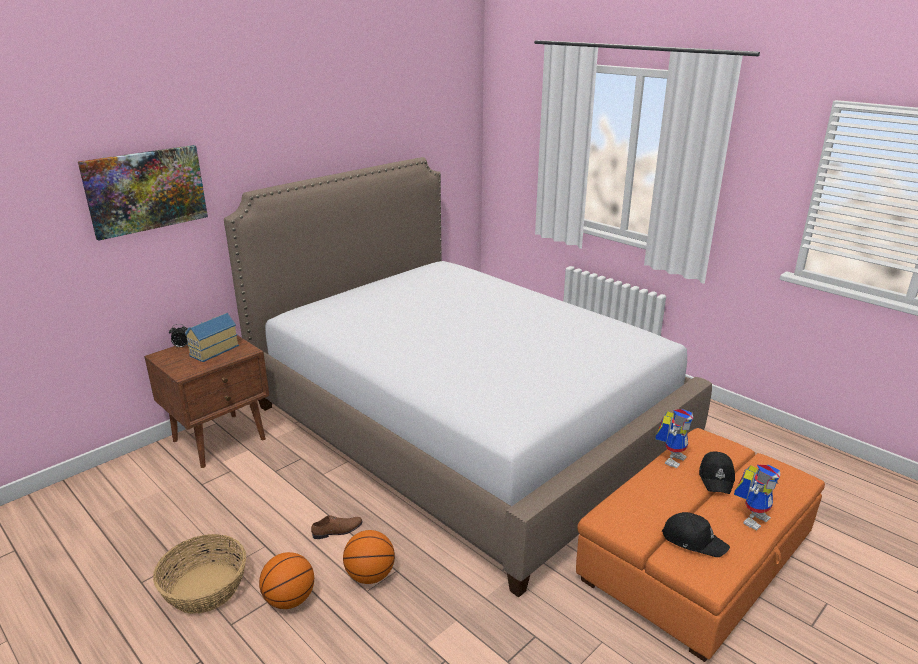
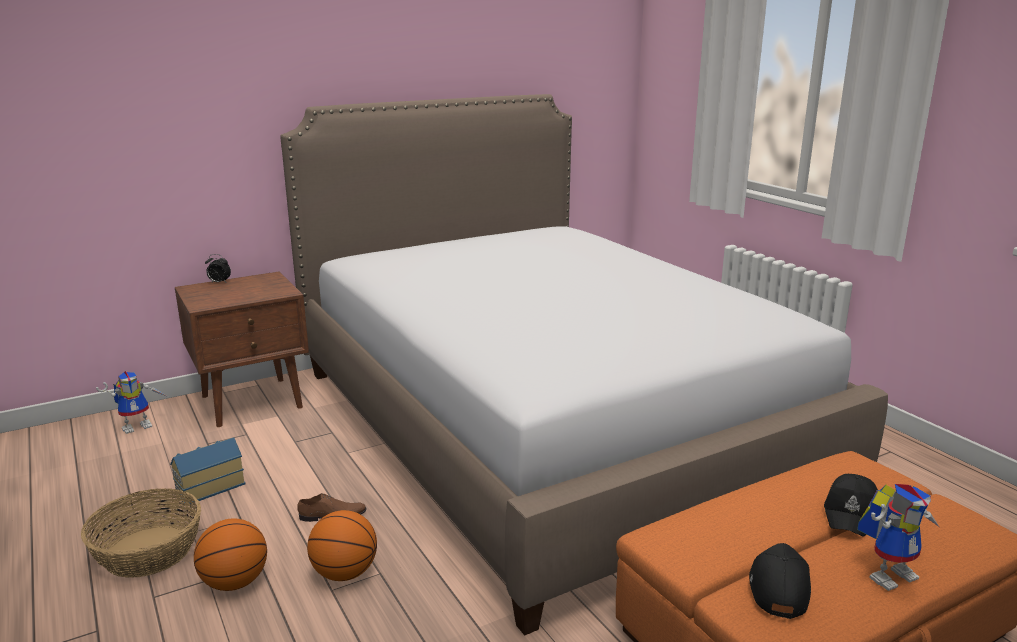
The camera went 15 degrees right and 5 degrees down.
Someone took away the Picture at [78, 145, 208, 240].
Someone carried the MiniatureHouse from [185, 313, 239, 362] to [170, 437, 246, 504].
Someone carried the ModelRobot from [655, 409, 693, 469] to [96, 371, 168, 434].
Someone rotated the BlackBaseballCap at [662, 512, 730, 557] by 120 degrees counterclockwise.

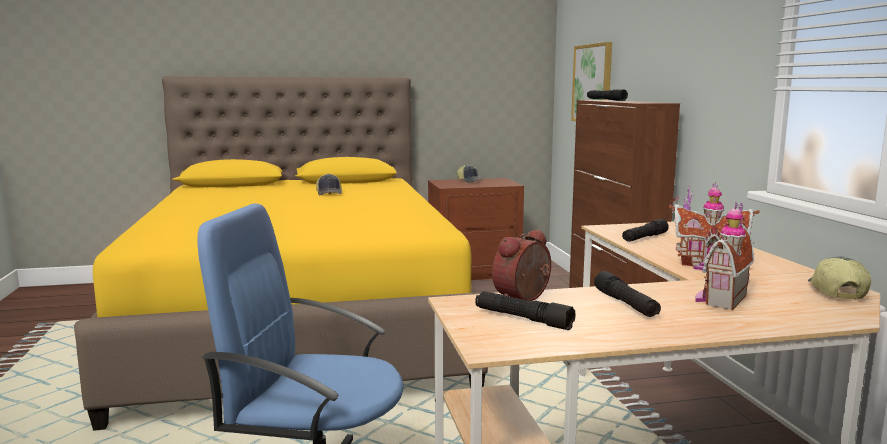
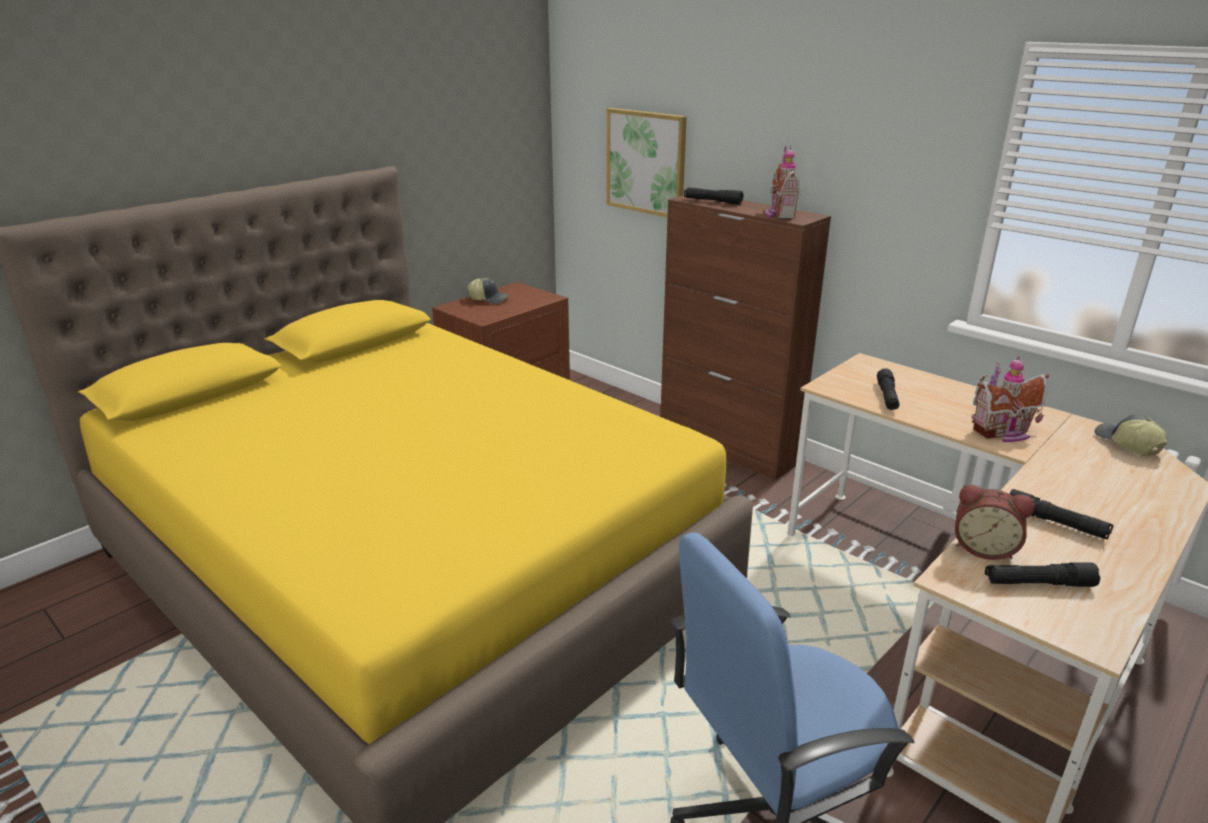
The camera went 35 degrees left and 15 degrees up.
Someone took away the BaseballCap at [316, 173, 342, 195].
Someone carried the MiniatureHouse from [695, 202, 754, 311] to [765, 145, 801, 219].
Someone rotated the TableClock at [492, 229, 551, 301] by 75 degrees counterclockwise.

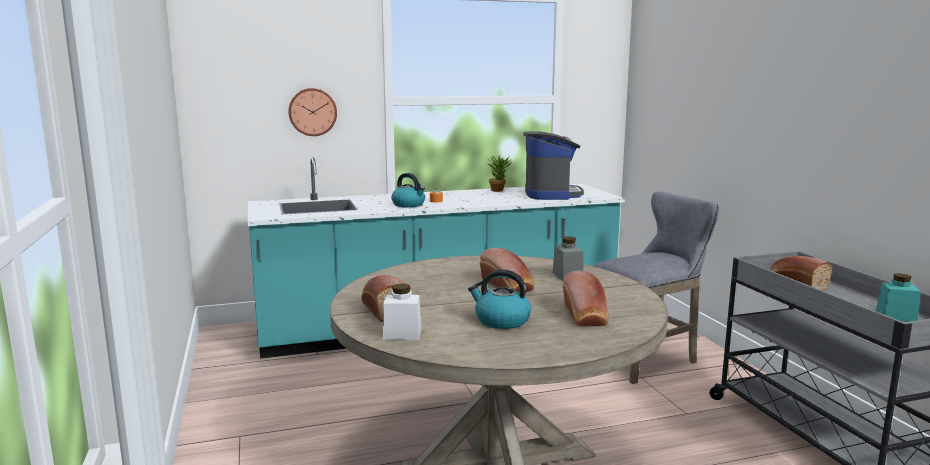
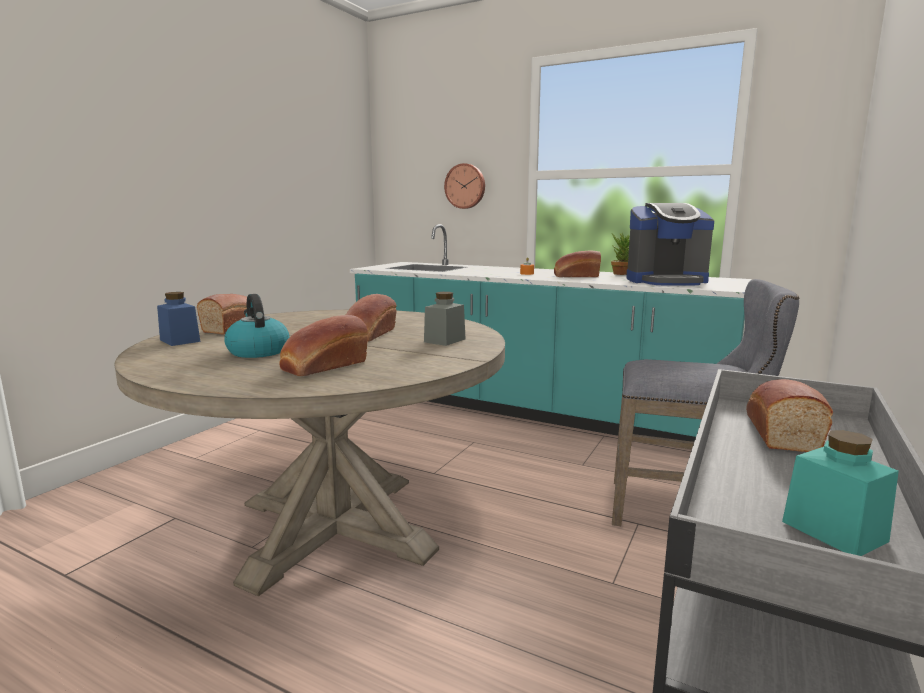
The camera went 45 degrees right and 0 degrees up.
Someone rotated the CoffeeMachine at [523, 131, 584, 200] by 45 degrees clockwise.
Someone took away the Kettle at [391, 173, 425, 208].
Someone repainted the WhiteColouredPreserveJar at [383, 283, 421, 340], which became the BluePreserveJar at [157, 292, 201, 346].
Someone put down the BakeryBread at [554, 251, 601, 277].

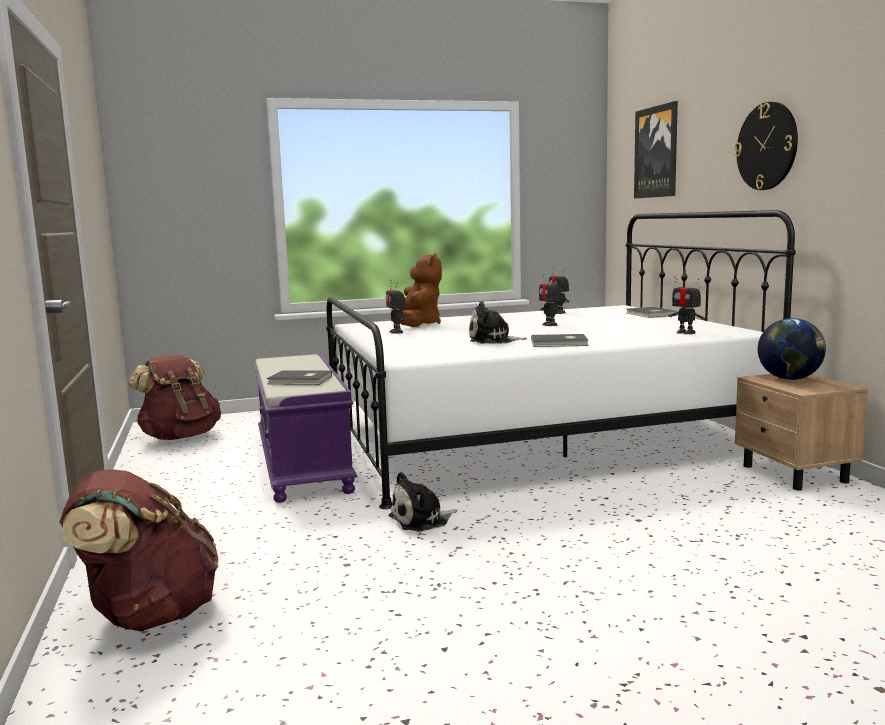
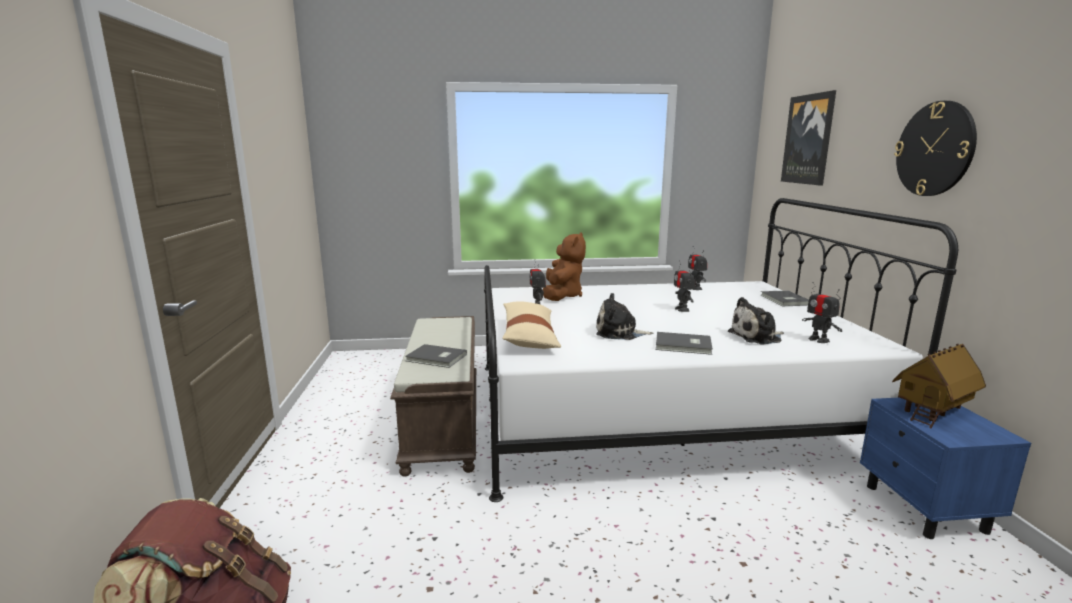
The camera went 10 degrees right and 5 degrees up.
Someone swapped the WorldGlobe at [758, 318, 826, 380] for the MiniatureHouse at [892, 344, 986, 428].
Someone repainted the PurplishLongSeat at [254, 354, 357, 503], which became the BrownishLongSeat at [390, 316, 476, 477].
Someone took away the BrownishKnapsack at [128, 355, 221, 440].
Someone repainted the BeigeNightstand at [735, 374, 868, 491], which became the BlueNightstand at [860, 398, 1031, 539].
Someone carried the PlushToy from [389, 472, 457, 532] to [728, 297, 784, 344].
Someone put down the BeigeCushion at [502, 301, 561, 349].

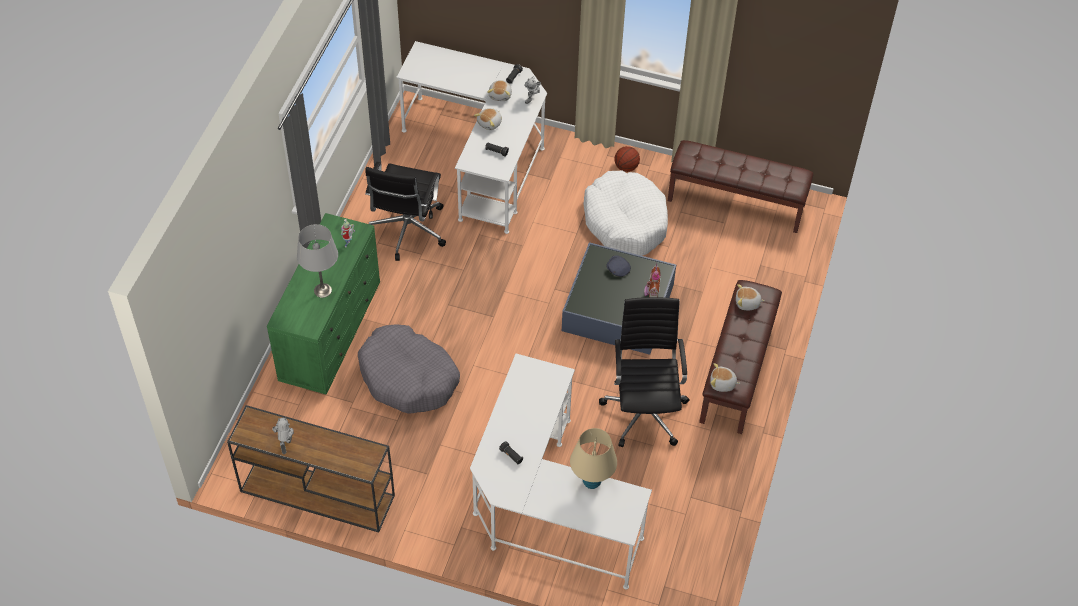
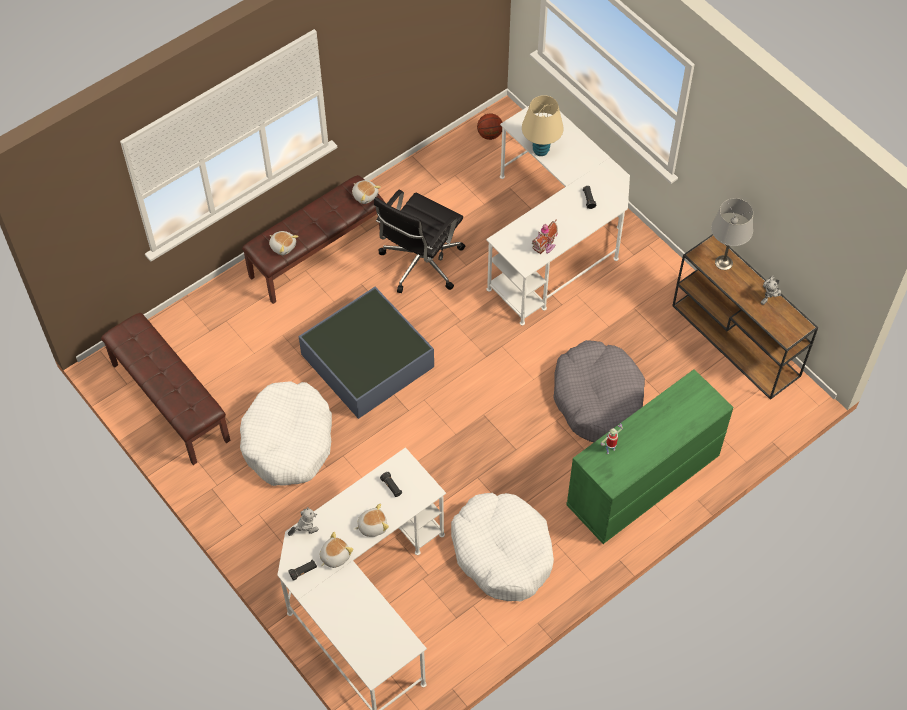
The camera went 145 degrees left and 5 degrees up.
Someone carried the BallForBasketball from [614, 146, 640, 172] to [477, 114, 502, 140].
Someone swapped the BlackComputerChair at [365, 162, 446, 261] for the WhiteColouredPetBed at [451, 493, 554, 602].
Someone carried the GrayTableLamp from [297, 224, 338, 298] to [711, 198, 753, 270].
Someone took away the GrayBaseballCap at [606, 255, 631, 277].
Someone carried the MiniatureHouse from [644, 263, 661, 297] to [532, 220, 558, 254].

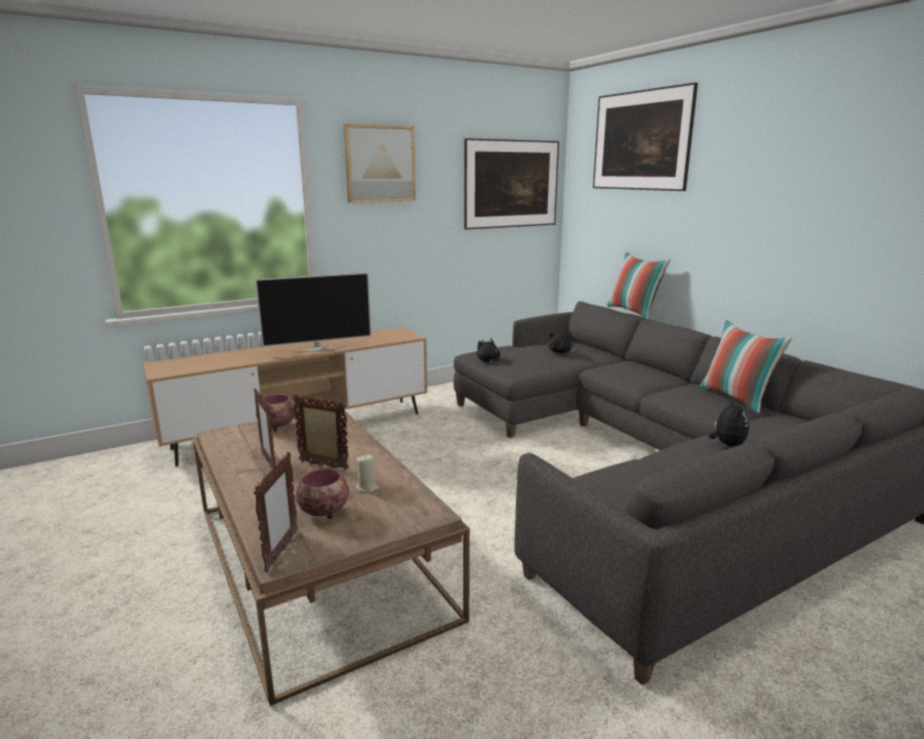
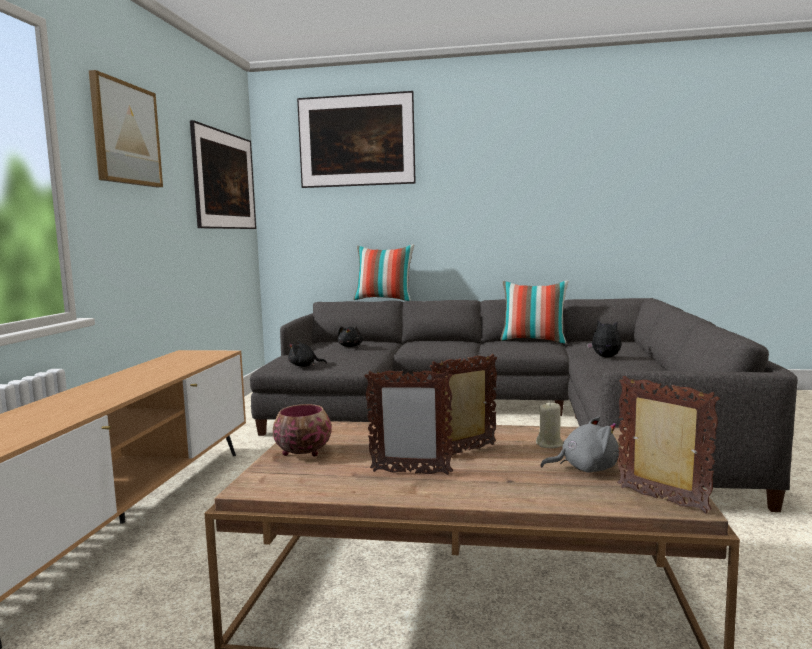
The camera went 50 degrees left and 10 degrees down.
Someone took away the TvSet at [255, 273, 372, 353].
Someone swapped the Bowl at [296, 468, 349, 519] for the GrayPlushToy at [541, 417, 619, 473].

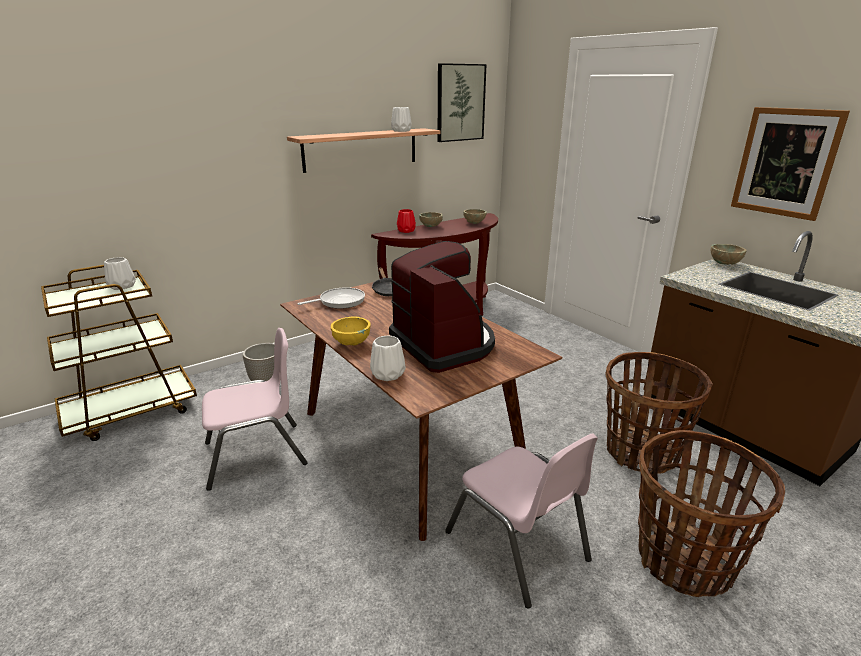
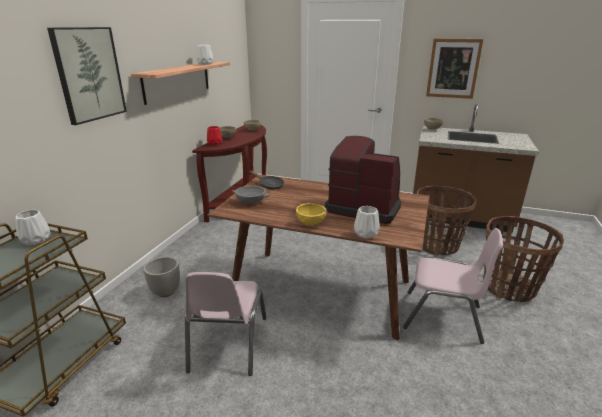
The camera went 35 degrees left and 0 degrees up.
Someone carried the Picture from [438, 63, 487, 142] to [47, 27, 127, 125].
Someone swapped the Skillet at [297, 287, 365, 309] for the GrayBowl at [232, 186, 270, 204].
Someone rotated the PinkishChair at [202, 328, 308, 491] by 150 degrees clockwise.

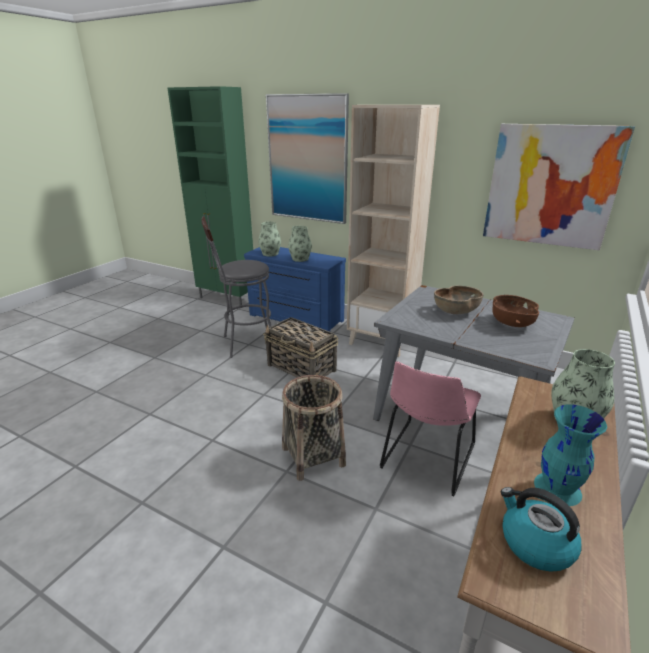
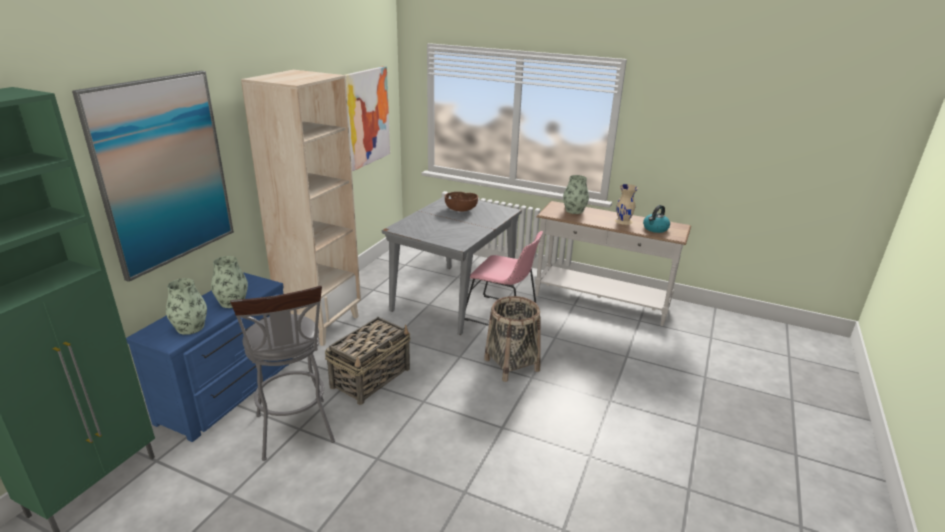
The camera went 95 degrees left and 0 degrees up.
Someone took away the BrownishBowl at [434, 286, 483, 314].
Someone repainted the TurquoiseColouredDecorativeVase at [534, 404, 607, 506], which became the BeigeDecorativeVase at [615, 184, 638, 225].

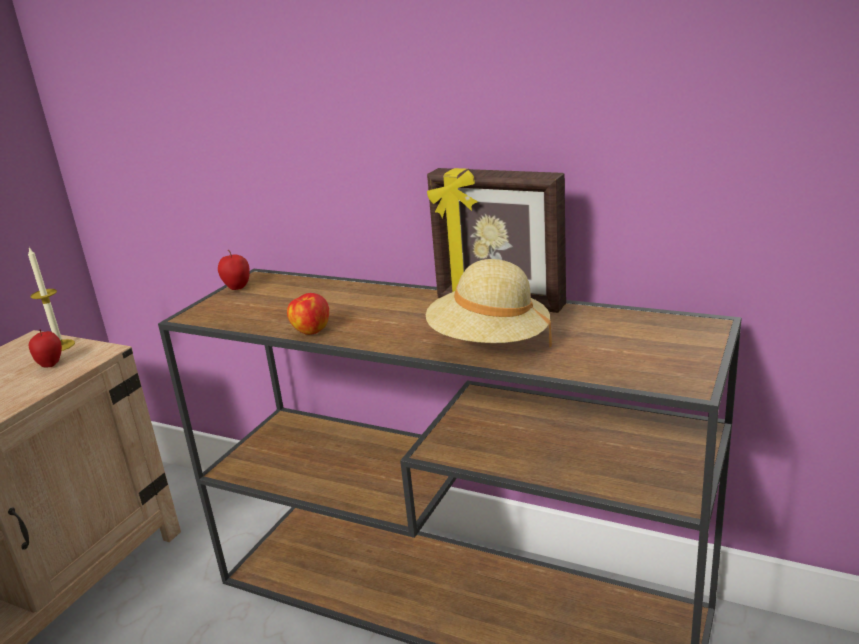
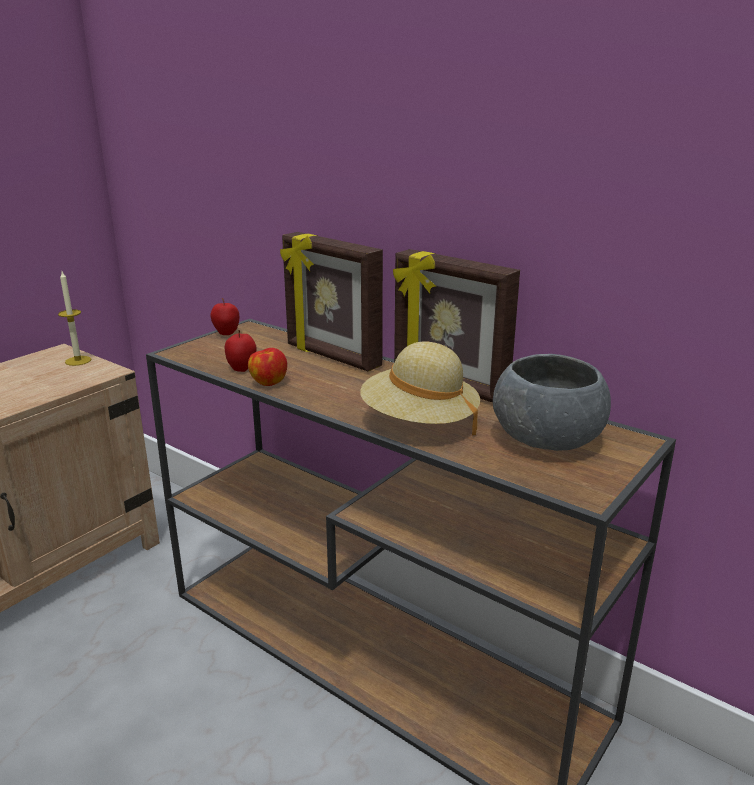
The camera went 10 degrees right and 0 degrees up.
Someone carried the AppleFruit from [29, 329, 62, 367] to [225, 330, 256, 372].
Someone put down the StandingFrame at [280, 232, 383, 371].
Someone put down the GrayBowl at [493, 354, 611, 451].

